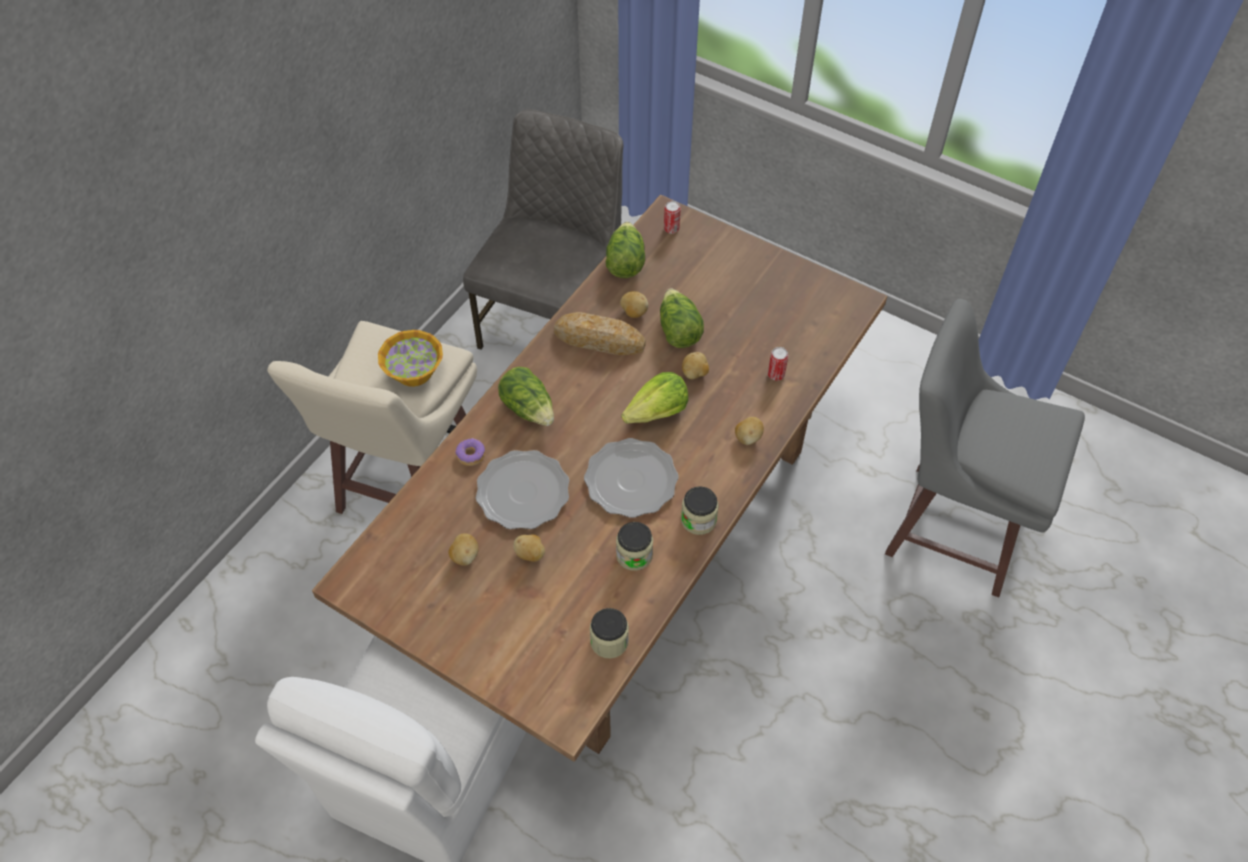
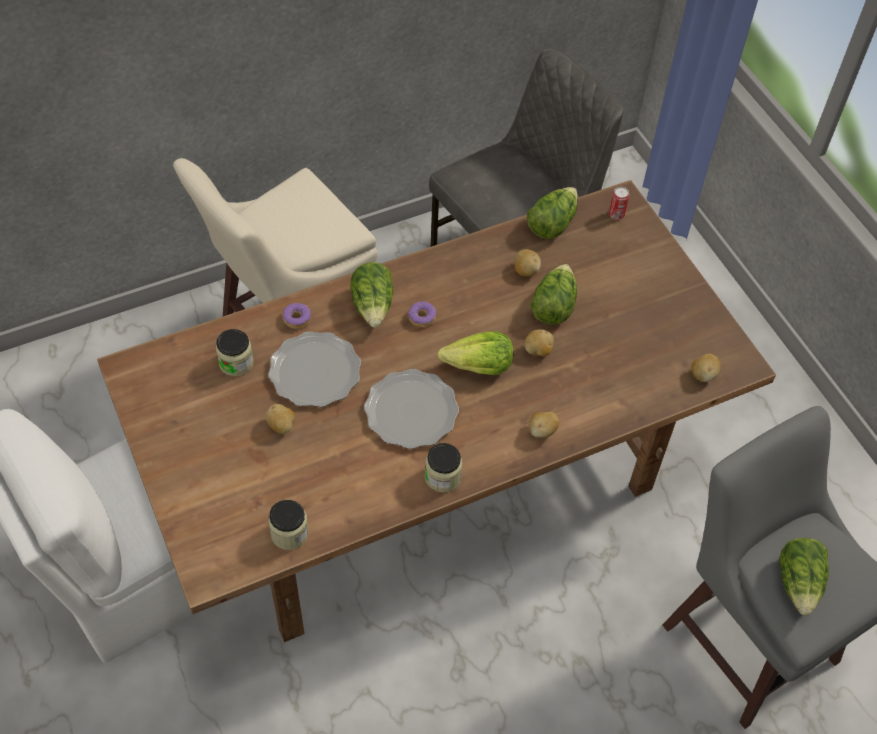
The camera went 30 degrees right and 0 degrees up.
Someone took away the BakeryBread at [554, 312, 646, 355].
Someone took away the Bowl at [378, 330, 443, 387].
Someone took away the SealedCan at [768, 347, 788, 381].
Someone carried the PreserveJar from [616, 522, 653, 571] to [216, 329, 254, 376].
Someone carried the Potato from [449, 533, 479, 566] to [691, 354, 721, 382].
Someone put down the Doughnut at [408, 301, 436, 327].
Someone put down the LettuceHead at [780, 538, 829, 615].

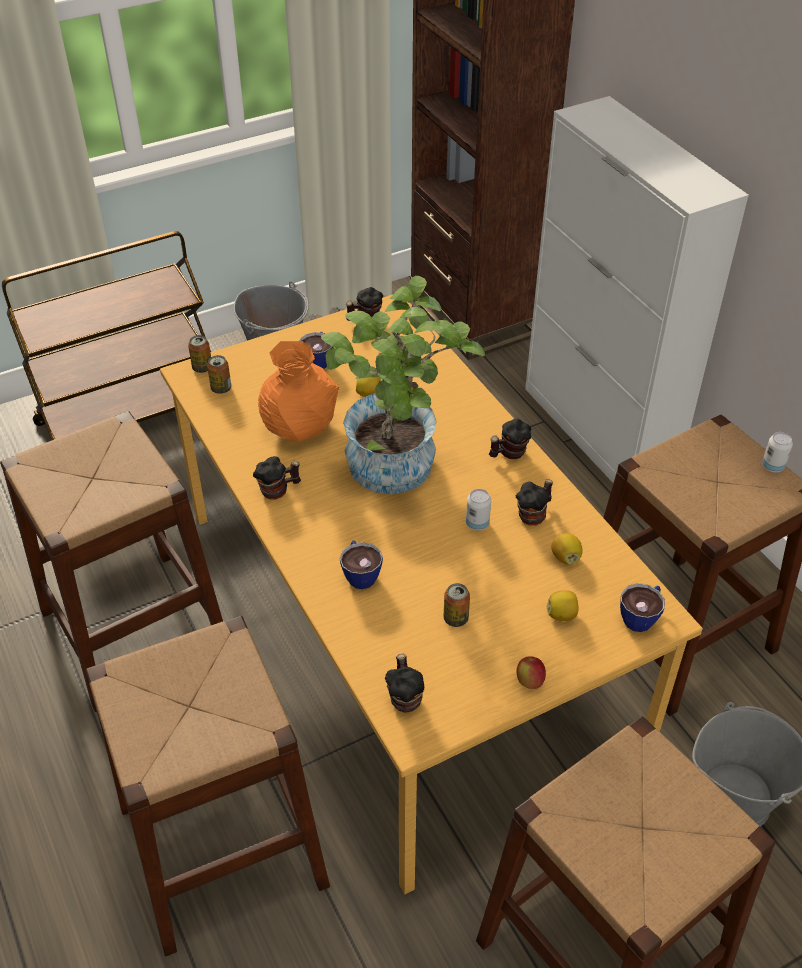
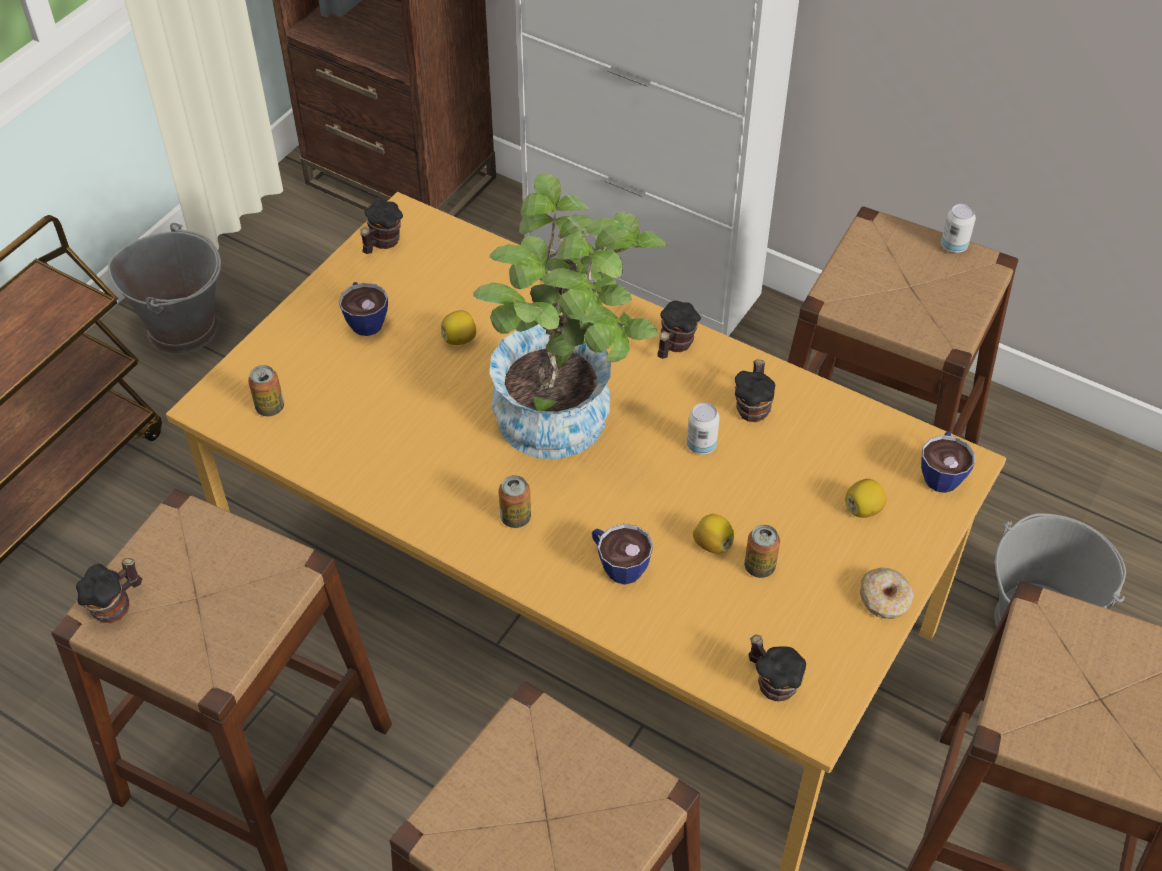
The camera went 30 degrees left and 5 degrees up.
Someone carried the SealedCan from [188, 335, 211, 373] to [499, 475, 531, 528].
Someone took away the OrangeyDecorativeVase at [258, 341, 339, 442].
Someone carried the Mug from [253, 456, 301, 499] to [76, 558, 142, 623].
Someone carried the Lemon from [551, 533, 582, 565] to [693, 514, 735, 554].
Someone swapped the AppleFruit at [516, 656, 546, 689] for the Doughnut at [860, 567, 914, 619].

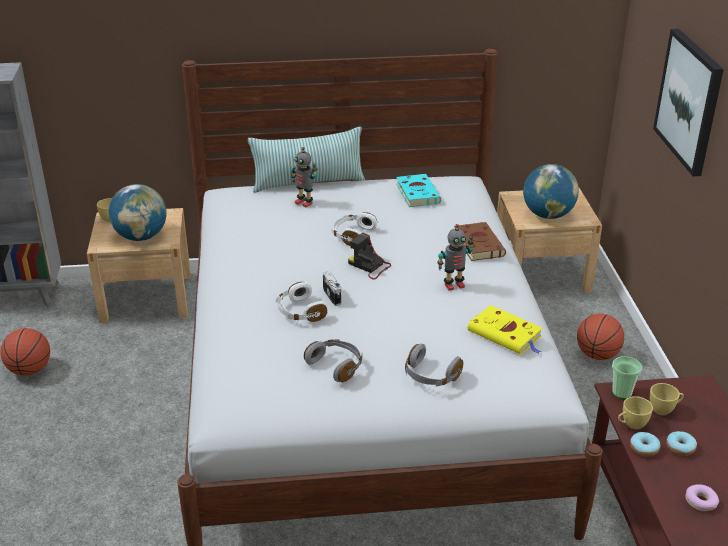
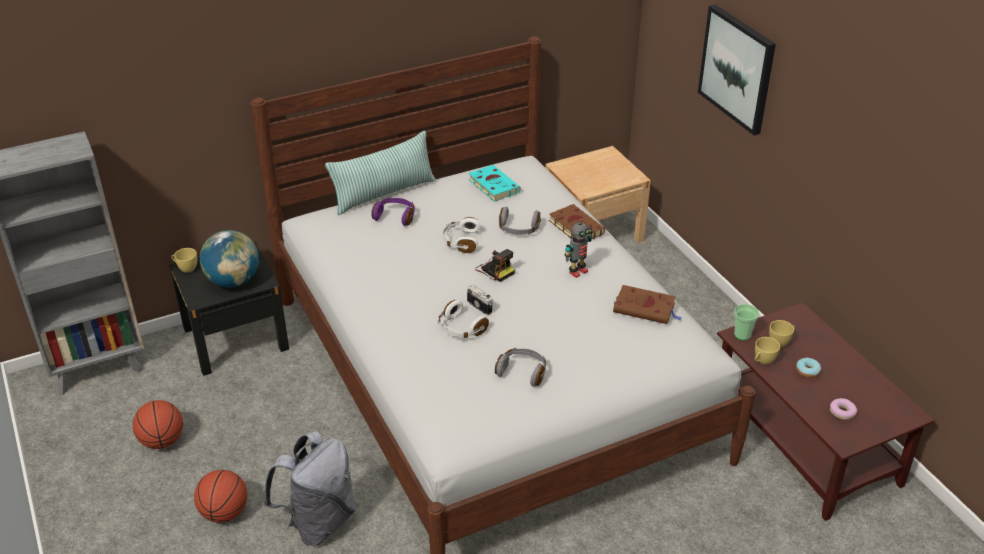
The camera went 20 degrees left and 5 degrees up.
Someone swapped the ModelRobot at [291, 147, 318, 208] for the PurplishPairOfHeadphones at [372, 198, 415, 226].
Someone took away the WorldGlobe at [523, 164, 579, 219].
Someone repainted the BeigeNightstand at [87, 208, 191, 323], which became the BlackNightstand at [169, 242, 289, 376].
Someone rotated the PhotoCamera at [348, 233, 391, 280] by 150 degrees counterclockwise.
Someone repainted the YellowishBoundBook at [468, 305, 543, 355], which became the BrownishBoundBook at [613, 285, 682, 324].
Someone carried the BallForBasketball from [577, 314, 624, 360] to [194, 470, 247, 523].
Someone carried the GrayPairOfHeadphones from [405, 344, 463, 387] to [499, 207, 541, 235].
Someone took away the Doughnut at [630, 432, 660, 457].
Someone put down the GrayKnapsack at [264, 431, 355, 546].

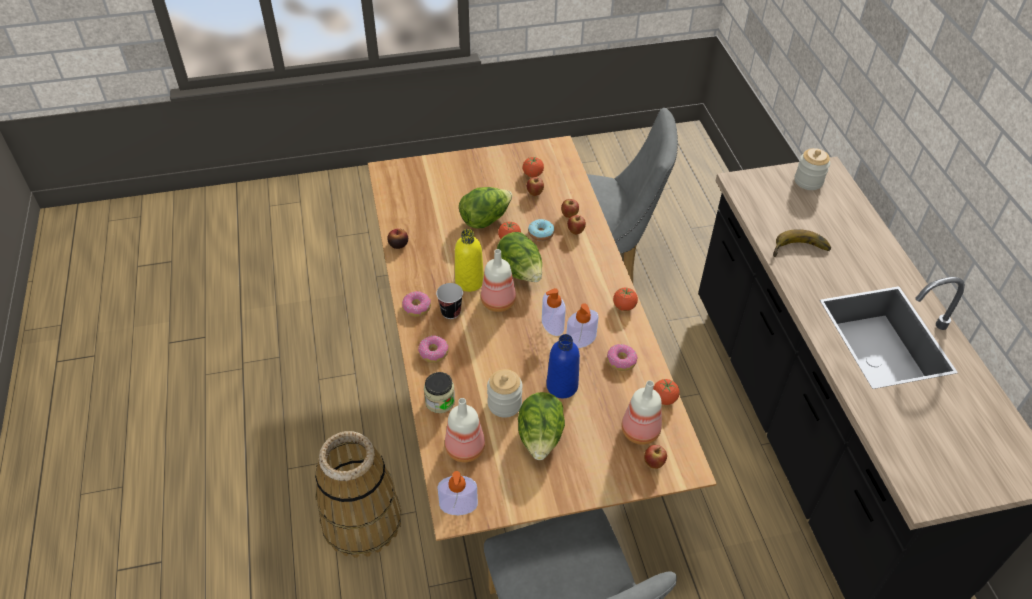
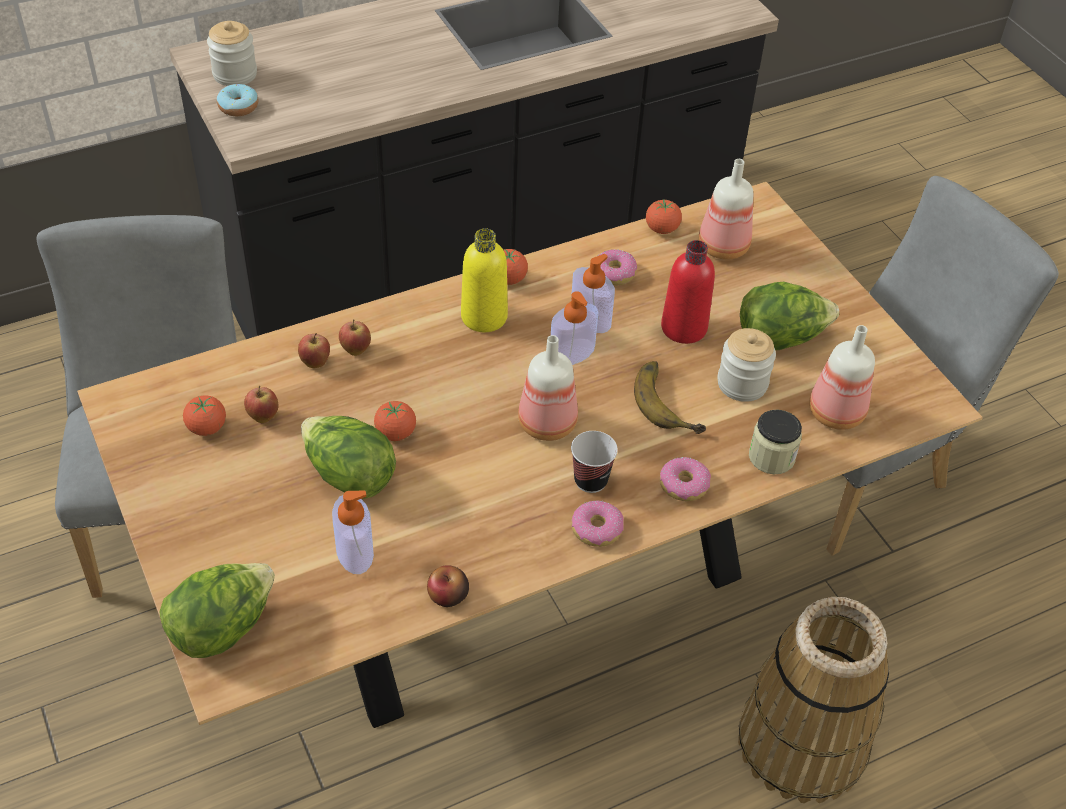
The camera went 105 degrees left and 0 degrees up.
Someone carried the Doughnut from [528, 219, 554, 241] to [217, 84, 258, 116].
Someone carried the YellowishDrinkBottle from [455, 229, 484, 292] to [461, 228, 508, 332].
Someone carried the WholeBanana from [773, 229, 831, 257] to [634, 361, 706, 434].
Someone carried the LettuceHead from [497, 232, 542, 282] to [160, 563, 275, 658].
Someone repainted the BlueDrinkBottle at [546, 334, 580, 398], which became the RedDrinkBottle at [661, 240, 715, 344].
Someone took away the AppleFruit at [644, 445, 667, 469].
Someone carried the SoapDispenser from [437, 471, 478, 515] to [332, 491, 374, 574].

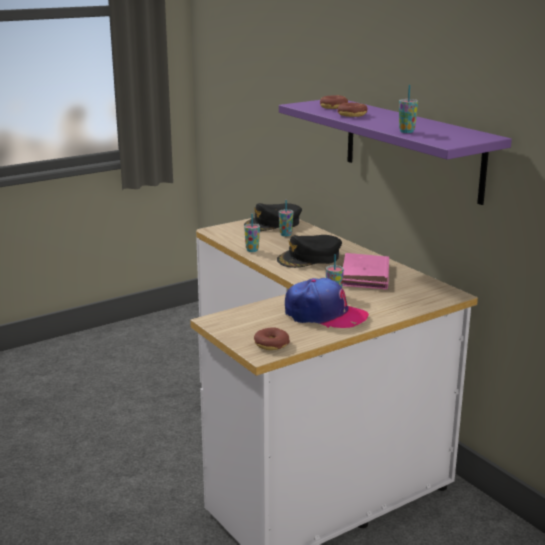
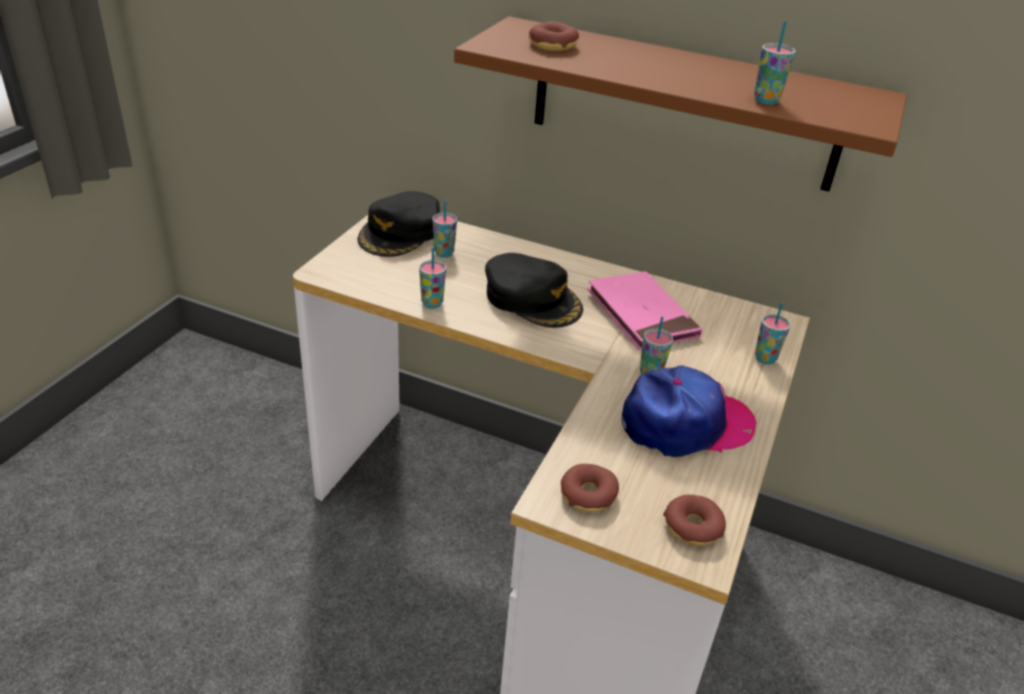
The camera went 35 degrees left and 15 degrees up.
Someone repainted the PurplishWallShelf at [279, 100, 512, 205], which became the BrownishWallShelf at [454, 16, 907, 191].
Someone carried the Doughnut from [337, 103, 367, 117] to [561, 464, 619, 512].
Someone rotated the BlackBaseballCap at [277, 235, 342, 268] by 75 degrees counterclockwise.
Someone put down the DrinkingCup at [755, 302, 791, 364].

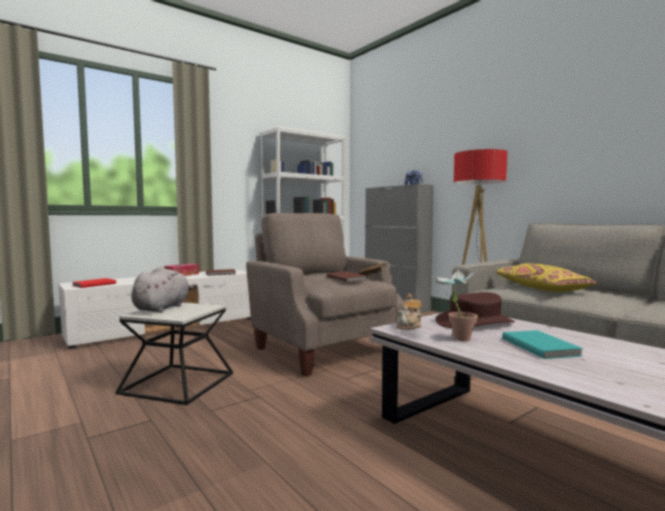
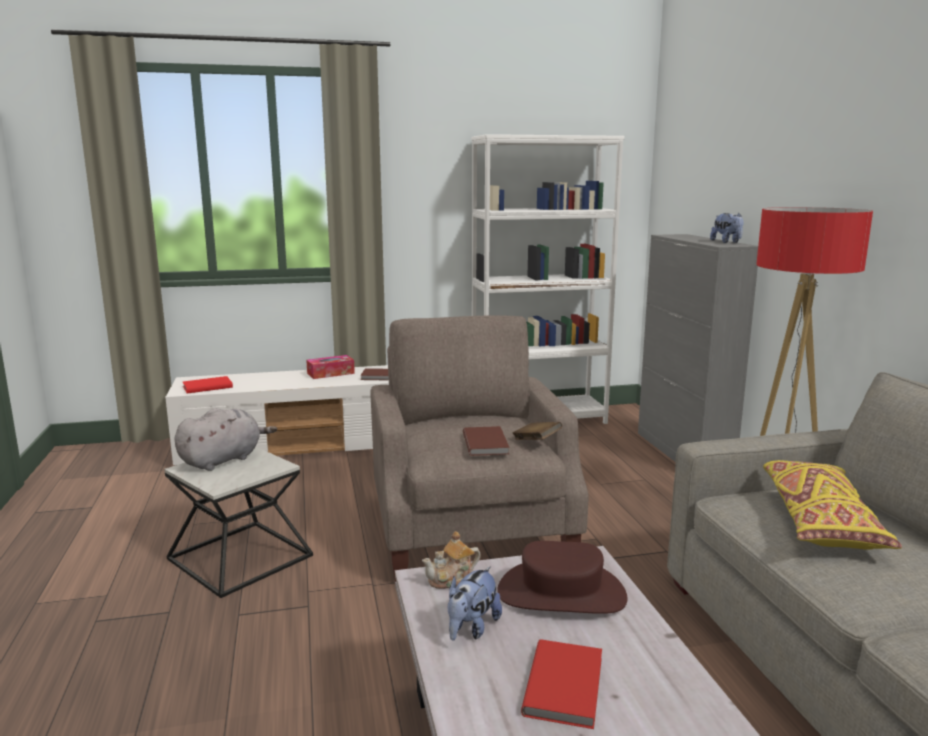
The camera went 25 degrees right and 10 degrees up.
Someone swapped the PlantInAPot at [434, 269, 478, 341] for the PlushToy at [448, 566, 502, 641].
Someone repainted the TurquoiseColouredBoundBook at [502, 330, 584, 359], which became the RedBoundBook at [521, 639, 602, 729].

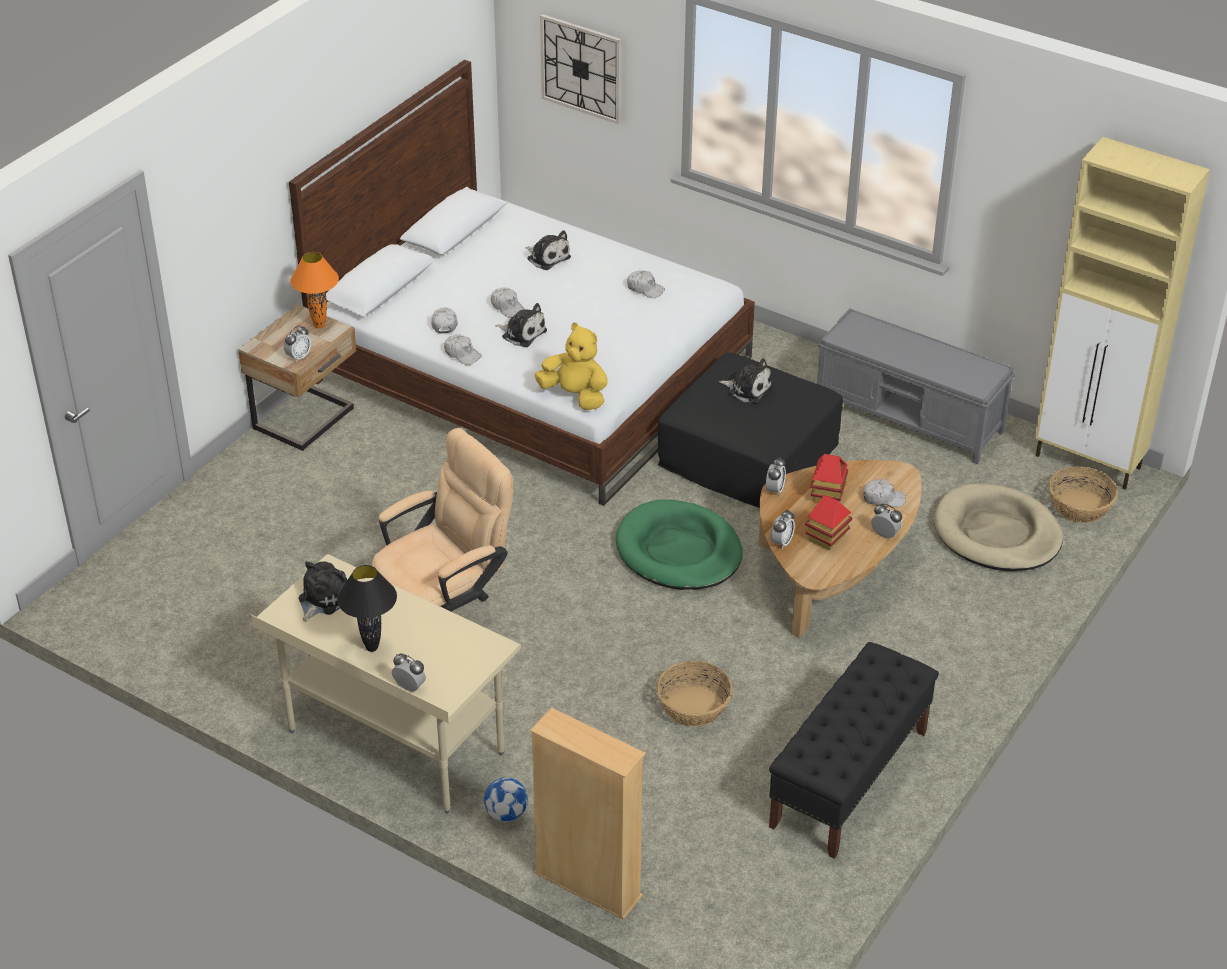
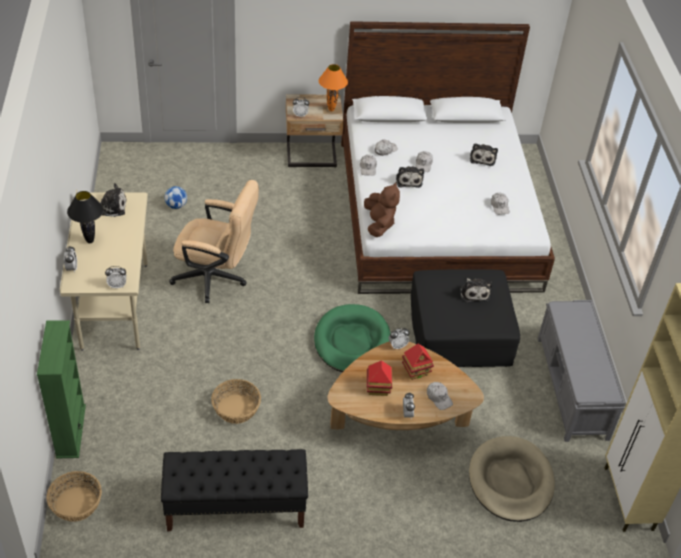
The camera went 50 degrees right and 5 degrees up.
Someone took away the WallClock at [540, 14, 621, 124].
Someone repainted the YellowishPlushToy at [534, 323, 608, 410], which became the BrownishPlushToy at [364, 182, 400, 237].
Someone carried the Basket from [1049, 466, 1118, 523] to [46, 471, 102, 522].
Someone carried the TableClock from [771, 510, 795, 549] to [105, 266, 126, 288].
Someone repainted the BeigeBookcase at [530, 707, 646, 920], which became the GreenColouredBookcase at [37, 320, 86, 459].
Someone carried the BallForFootball from [484, 777, 528, 822] to [165, 186, 187, 209].

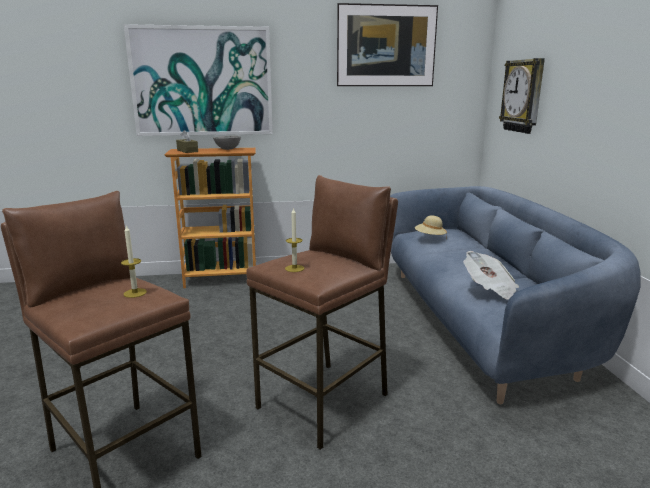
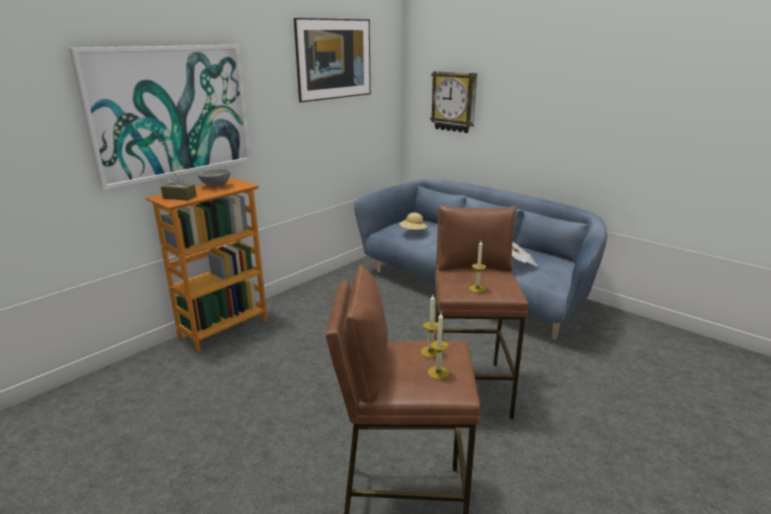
The camera went 40 degrees left and 5 degrees up.
Someone put down the Candle at [428, 313, 449, 380].

